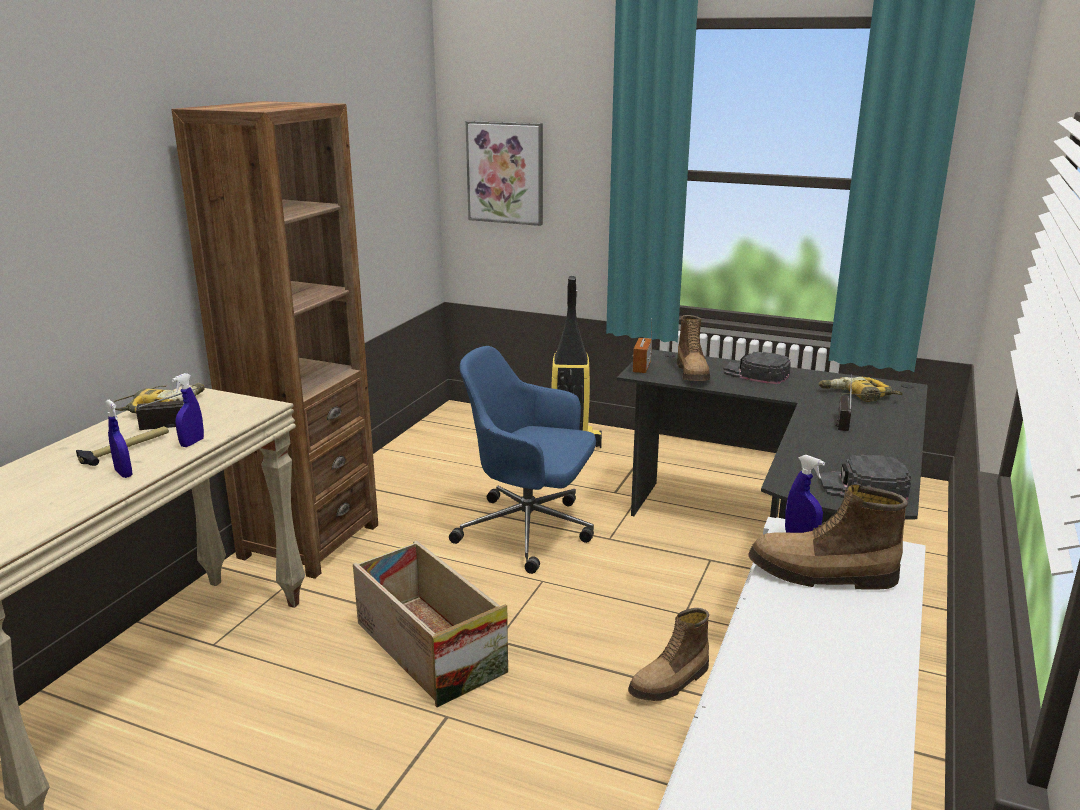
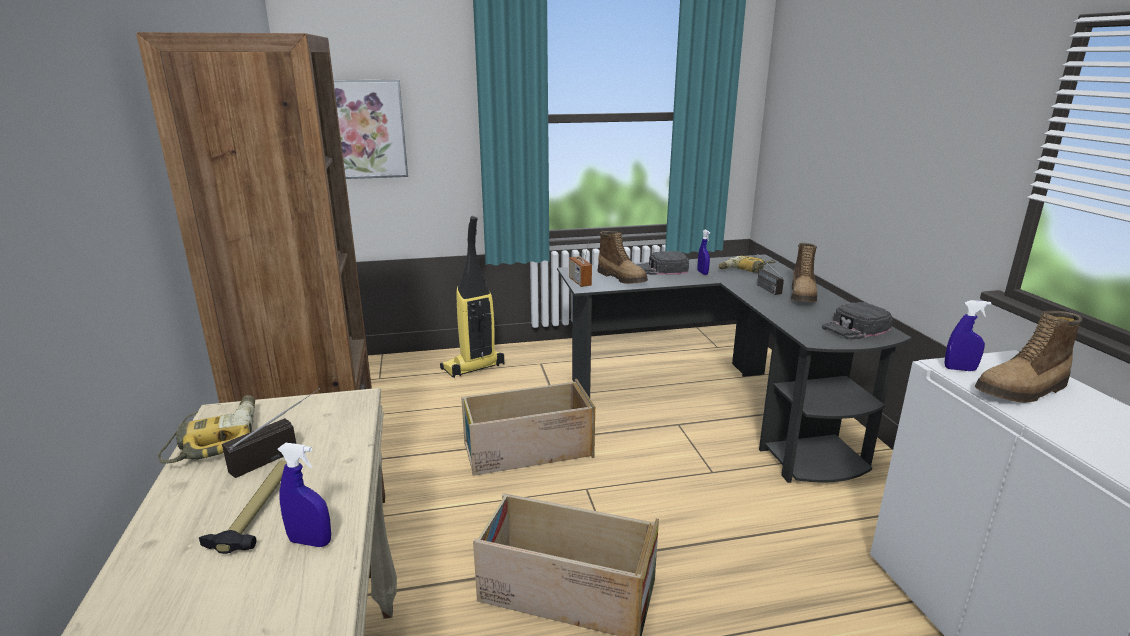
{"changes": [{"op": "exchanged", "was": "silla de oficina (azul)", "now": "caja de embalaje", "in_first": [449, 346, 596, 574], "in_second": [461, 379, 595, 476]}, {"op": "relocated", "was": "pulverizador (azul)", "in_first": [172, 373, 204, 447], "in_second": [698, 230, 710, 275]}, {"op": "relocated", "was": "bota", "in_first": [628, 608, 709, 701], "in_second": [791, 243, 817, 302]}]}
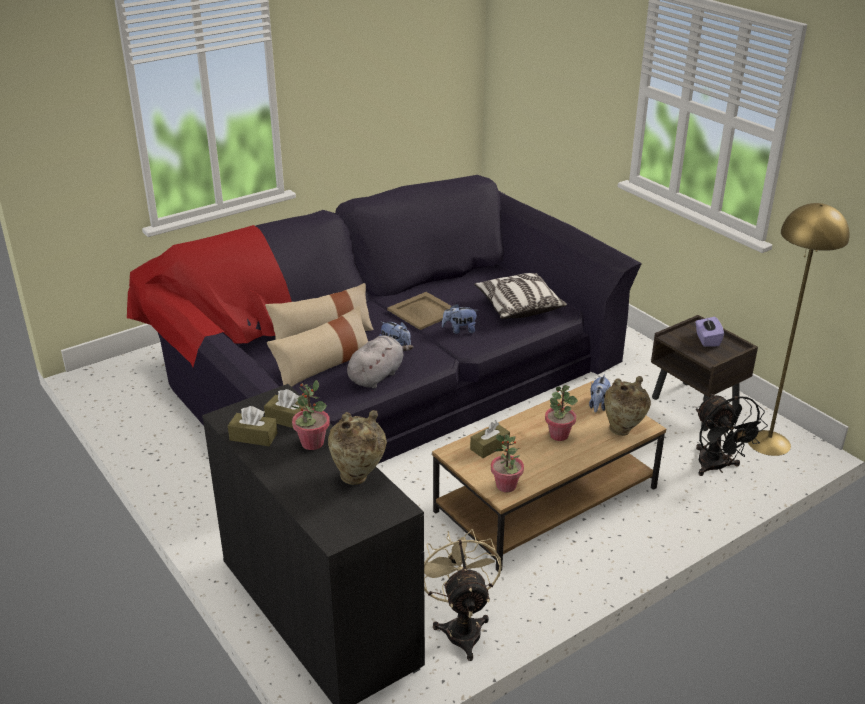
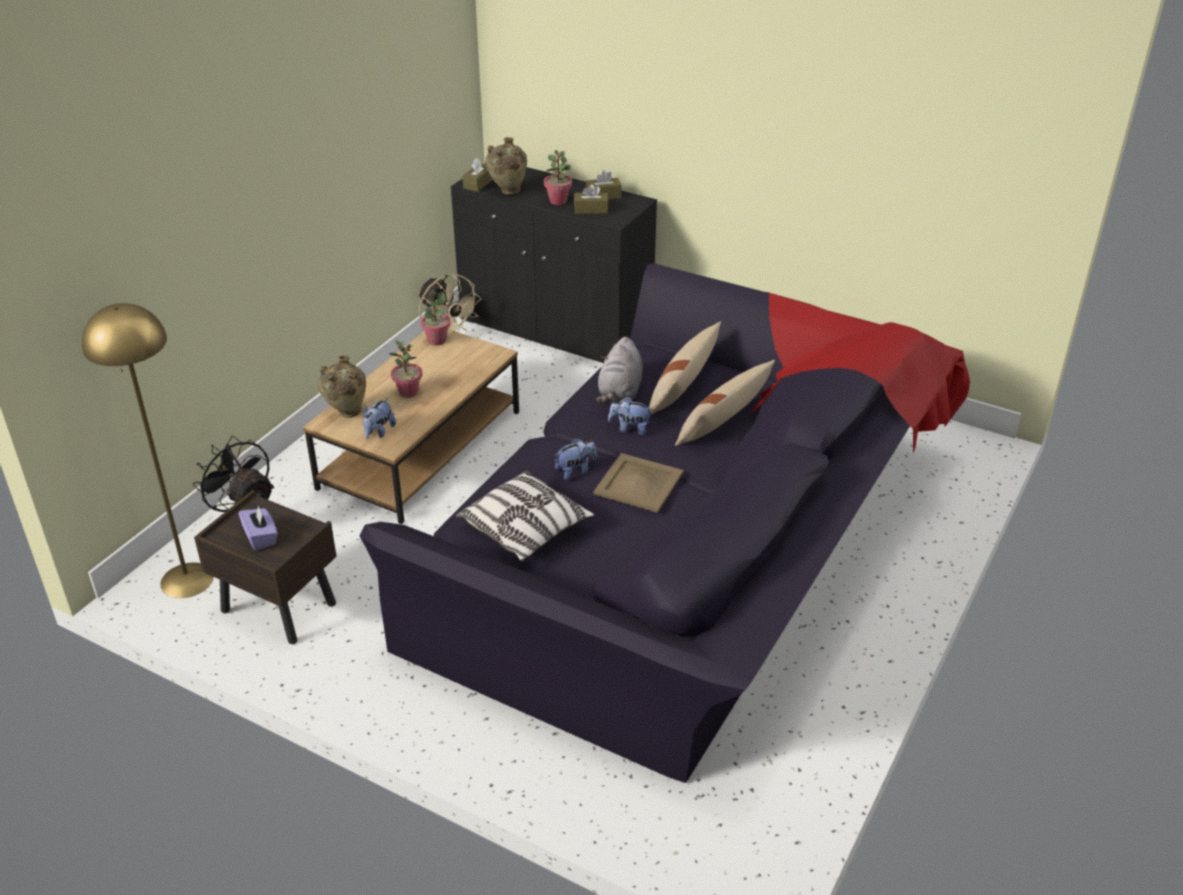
{"changes": [{"op": "spun", "was": "peluche", "in_first": [589, 374, 611, 412], "in_second": [363, 398, 396, 439], "clockwise": -150}, {"op": "relocated", "was": "caja de pañuelos (marrón)", "in_first": [470, 422, 510, 458], "in_second": [462, 158, 493, 192]}]}
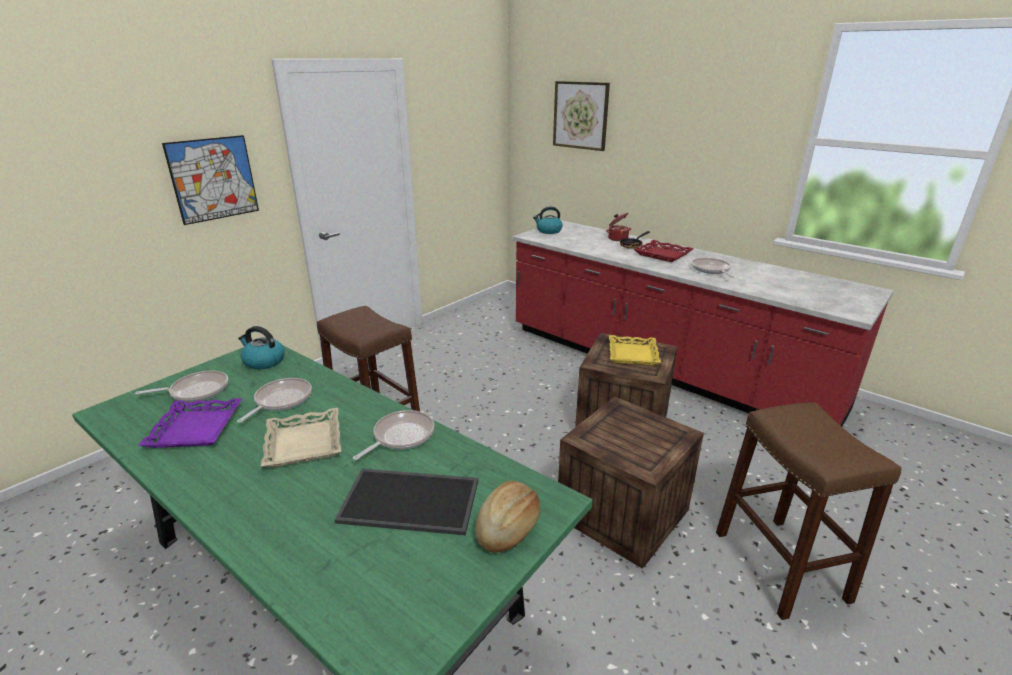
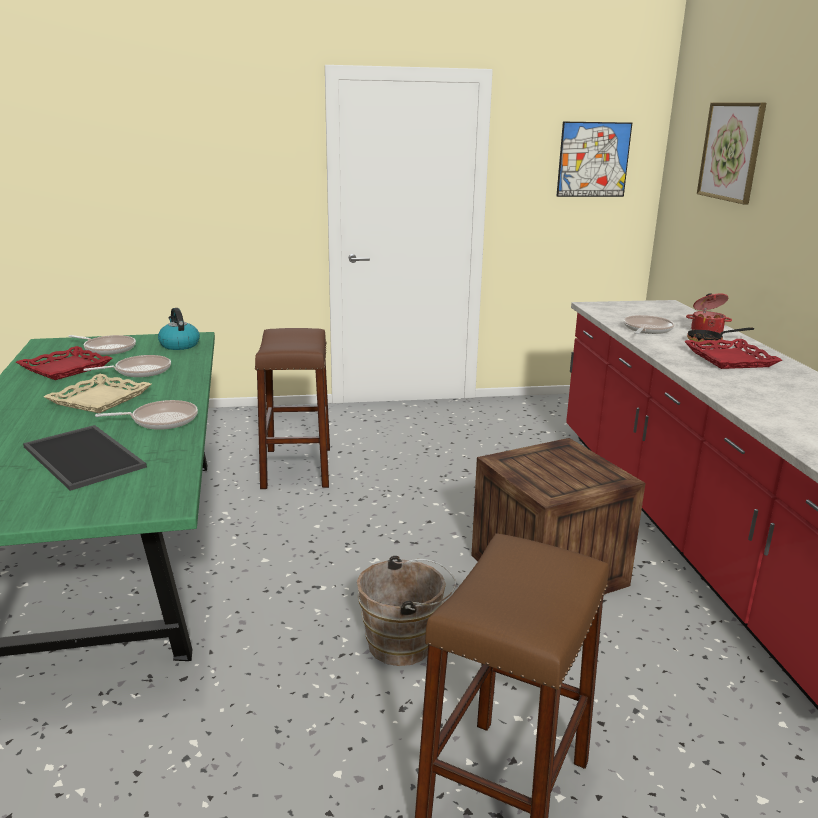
{"changes": [{"op": "relocated", "was": "cuadro", "in_first": [162, 135, 259, 225], "in_second": [556, 122, 632, 197]}, {"op": "missing", "was": "hervidor", "in_first": [533, 206, 563, 234]}, {"op": "relocated", "was": "sartén", "in_first": [692, 258, 734, 278], "in_second": [624, 315, 675, 334]}, {"op": "missing", "was": "bandeja (amarillo)", "in_first": [609, 335, 661, 365]}, {"op": "exchanged", "was": "caja de embalaje", "now": "cubo (marrón)", "in_first": [558, 396, 704, 569], "in_second": [357, 556, 456, 666]}, {"op": "colour", "was": "bandeja (morado)", "now": "bandeja (rojo)", "in_first": [138, 398, 242, 448], "in_second": [16, 346, 112, 380]}, {"op": "missing", "was": "pan", "in_first": [475, 481, 541, 553]}]}
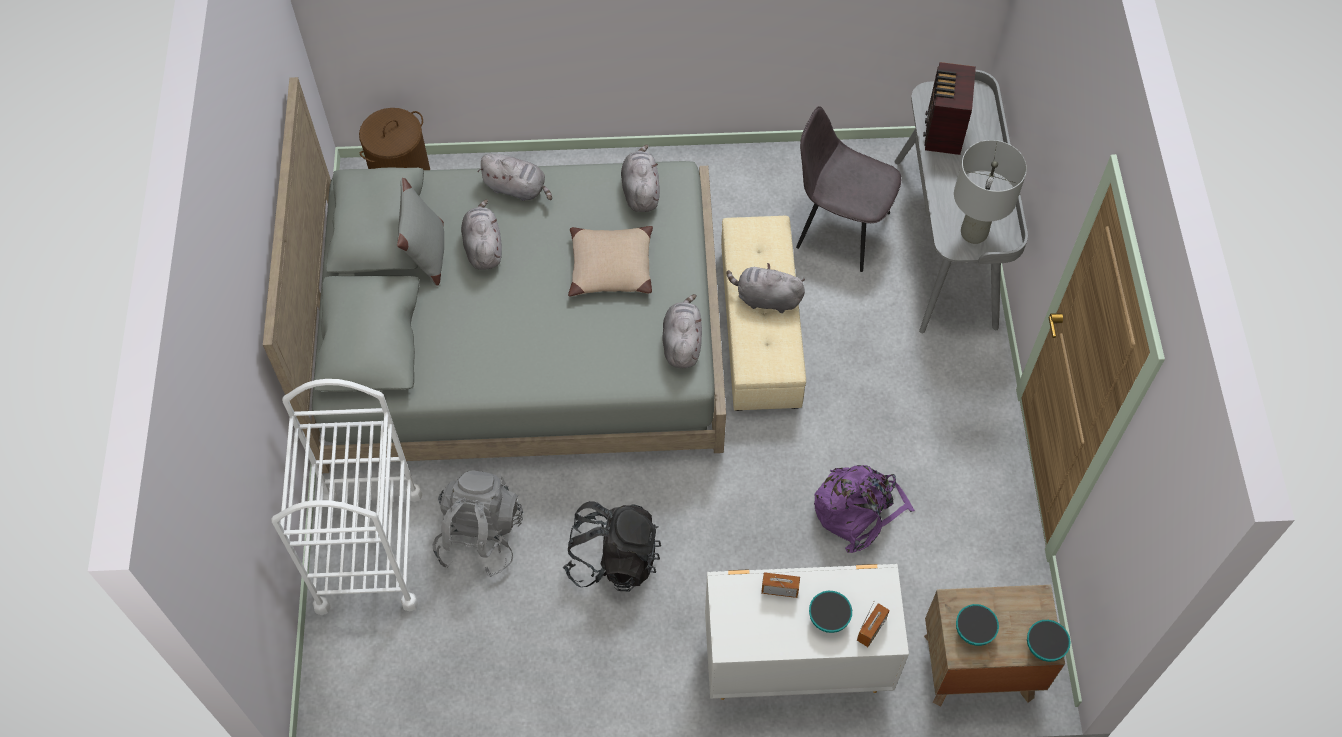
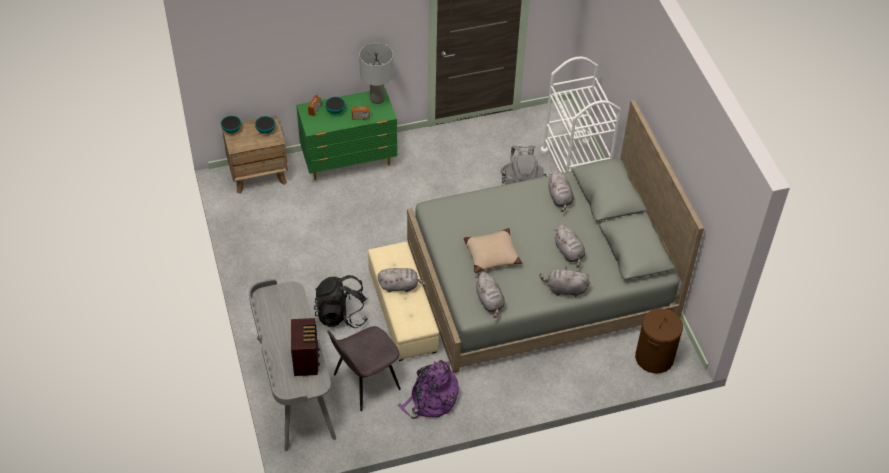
{"changes": [{"op": "spun", "was": "silla (gris)", "in_first": [796, 106, 901, 272], "in_second": [327, 326, 401, 411], "clockwise": 135}, {"op": "relocated", "was": "lámpara de mesa (gris)", "in_first": [954, 140, 1027, 244], "in_second": [359, 43, 394, 104]}, {"op": "missing", "was": "cojín (gris)", "in_first": [397, 178, 444, 286]}, {"op": "relocated", "was": "peluche (gris)", "in_first": [663, 294, 702, 368], "in_second": [548, 170, 573, 212]}, {"op": "relocated", "was": "mochila (morado)", "in_first": [814, 465, 915, 553], "in_second": [398, 360, 459, 419]}, {"op": "relocated", "was": "mochila (negro)", "in_first": [563, 501, 661, 592], "in_second": [314, 275, 368, 328]}, {"op": "colour", "was": "cómoda (blanco)", "now": "cómoda (verde)", "in_first": [705, 564, 909, 700], "in_second": [296, 88, 397, 180]}]}
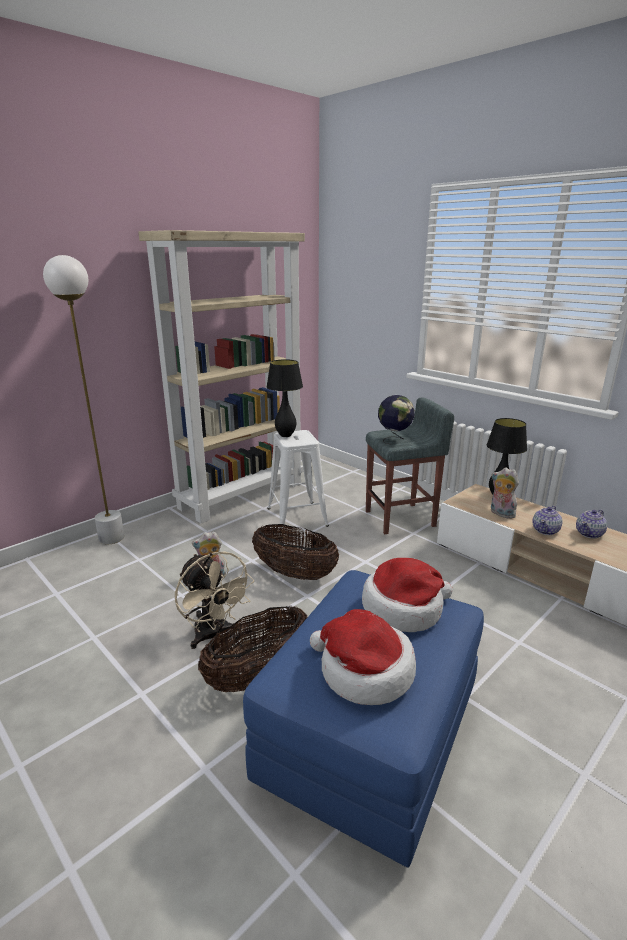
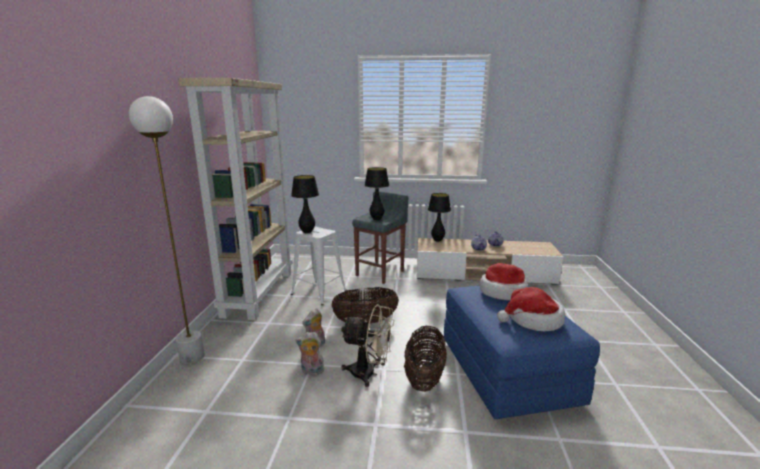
{"changes": [{"op": "exchanged", "was": "globo terráqueo", "now": "lámpara de mesa (negro)", "in_first": [378, 395, 415, 445], "in_second": [365, 167, 389, 220]}, {"op": "relocated", "was": "peluche", "in_first": [491, 467, 519, 519], "in_second": [296, 332, 324, 375]}]}
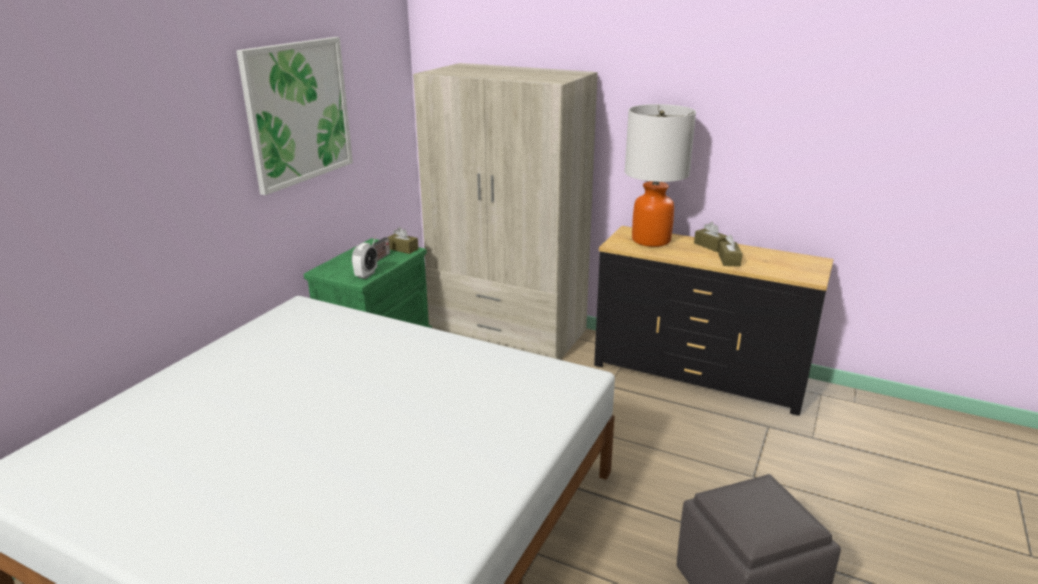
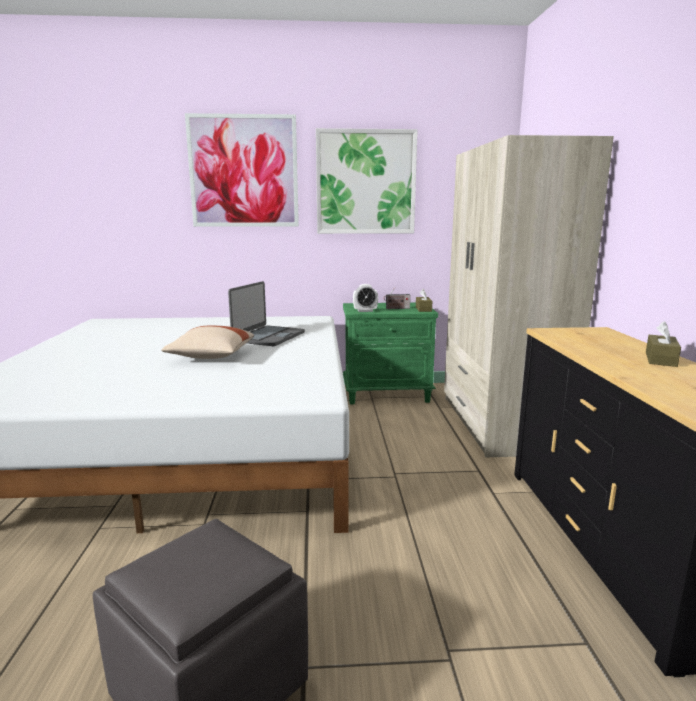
{"changes": [{"op": "missing", "was": "lámpara de mesa", "in_first": [625, 104, 696, 247]}, {"op": "missing", "was": "caja de pañuelos (marrón)", "in_first": [718, 235, 742, 267]}, {"op": "appeared", "now": "cuadro", "in_second": [185, 113, 299, 227]}, {"op": "appeared", "now": "portátil", "in_second": [228, 281, 305, 346]}, {"op": "appeared", "now": "cojín (beis)", "in_second": [161, 326, 254, 359]}]}
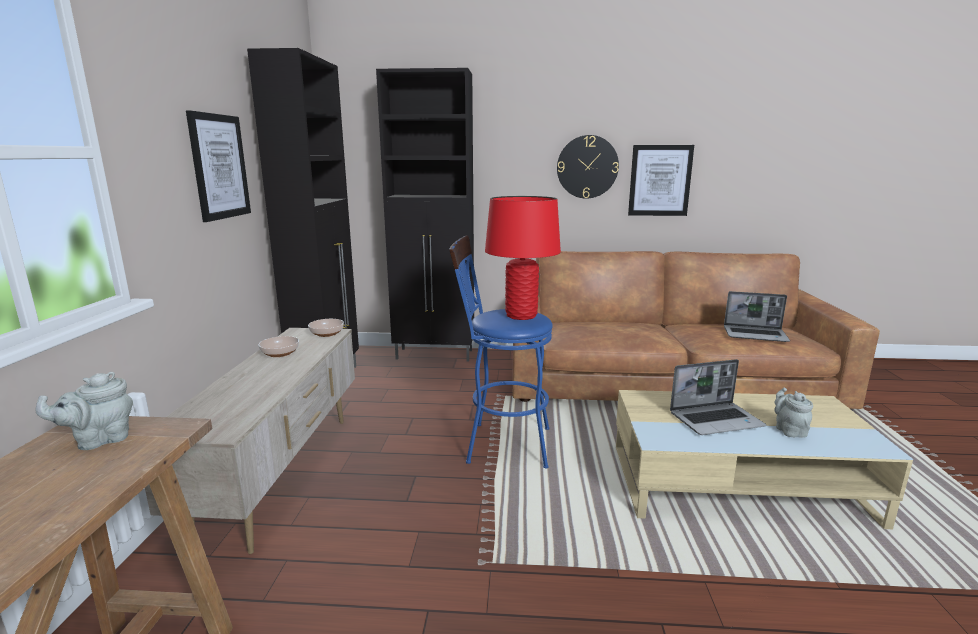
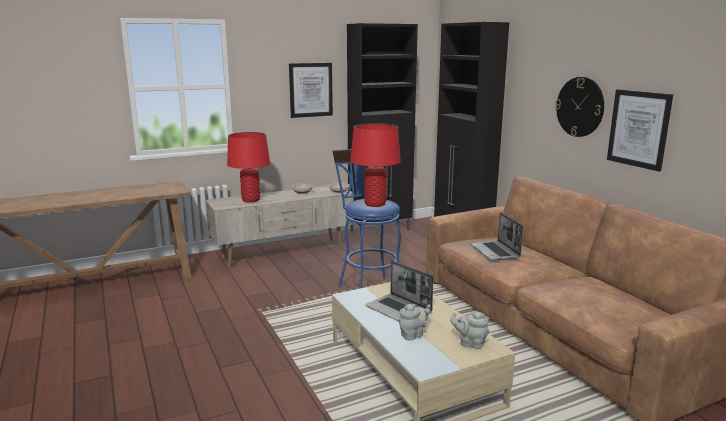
{"changes": [{"op": "relocated", "was": "portátil", "in_first": [724, 291, 790, 342], "in_second": [470, 212, 523, 261]}, {"op": "relocated", "was": "tetera (gris)", "in_first": [36, 372, 133, 450], "in_second": [450, 312, 489, 349]}, {"op": "appeared", "now": "lámpara de mesa (rojo)", "in_second": [227, 132, 270, 203]}]}
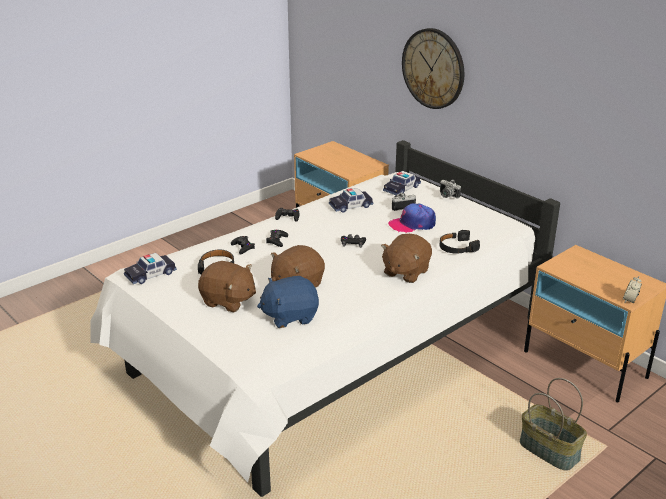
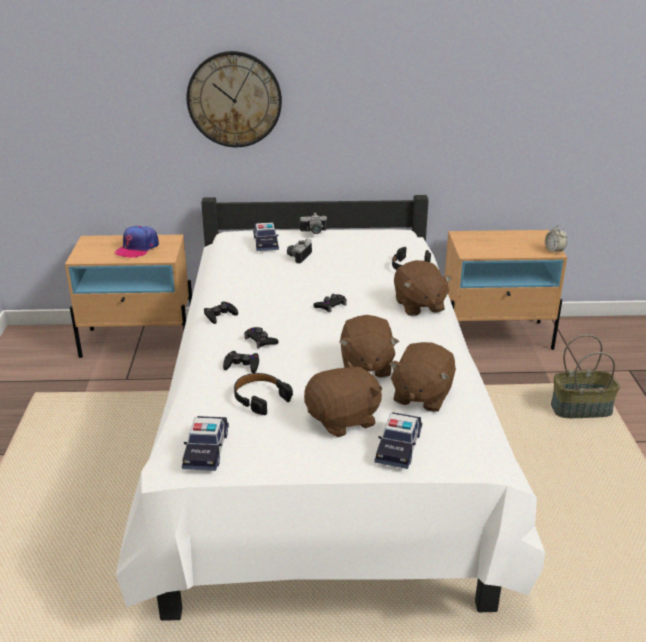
{"changes": [{"op": "relocated", "was": "coche de juguete", "in_first": [329, 188, 373, 213], "in_second": [374, 412, 422, 469]}, {"op": "relocated", "was": "gorra", "in_first": [388, 203, 436, 233], "in_second": [115, 226, 159, 258]}, {"op": "colour", "was": "peluche (azul)", "now": "peluche (marrón)", "in_first": [257, 276, 319, 328], "in_second": [389, 342, 456, 412]}]}
